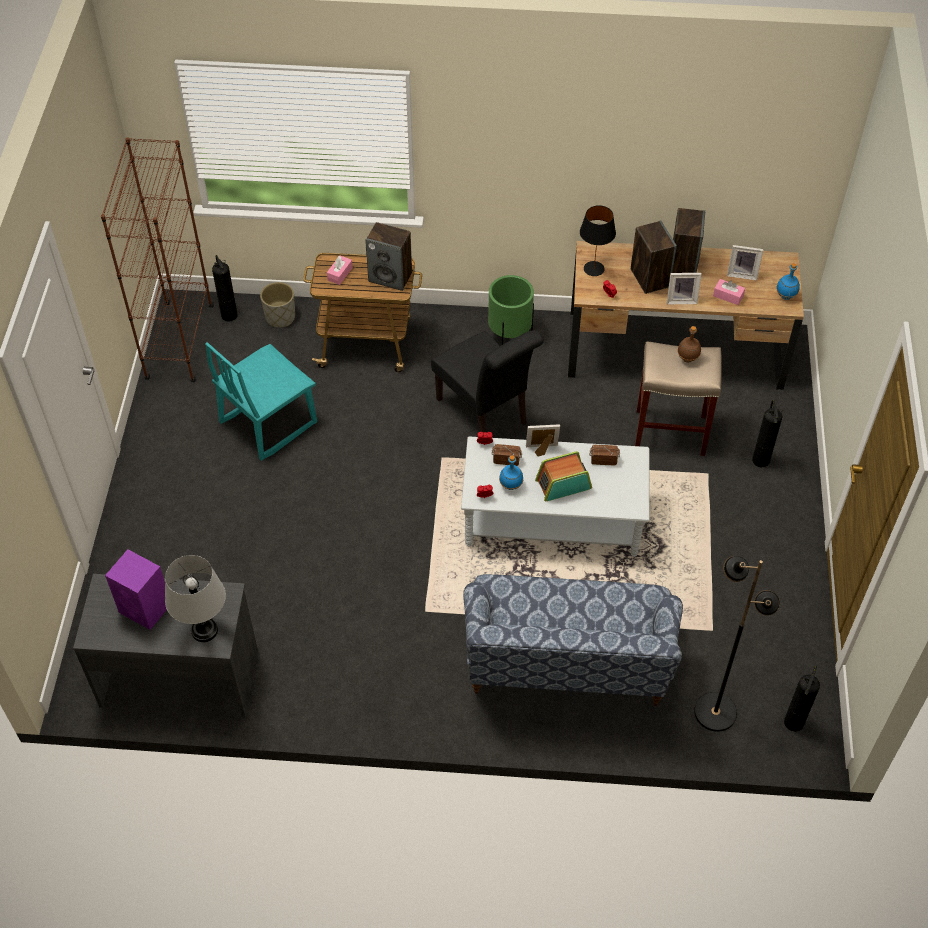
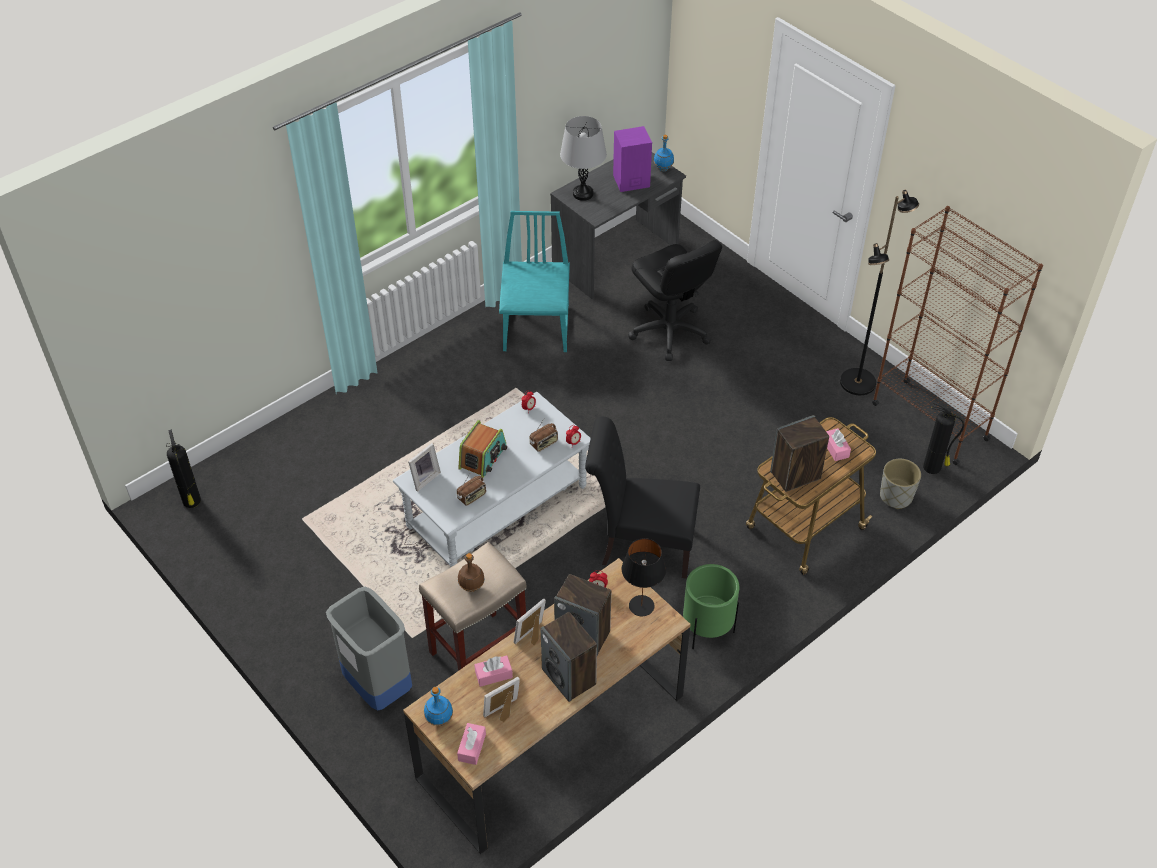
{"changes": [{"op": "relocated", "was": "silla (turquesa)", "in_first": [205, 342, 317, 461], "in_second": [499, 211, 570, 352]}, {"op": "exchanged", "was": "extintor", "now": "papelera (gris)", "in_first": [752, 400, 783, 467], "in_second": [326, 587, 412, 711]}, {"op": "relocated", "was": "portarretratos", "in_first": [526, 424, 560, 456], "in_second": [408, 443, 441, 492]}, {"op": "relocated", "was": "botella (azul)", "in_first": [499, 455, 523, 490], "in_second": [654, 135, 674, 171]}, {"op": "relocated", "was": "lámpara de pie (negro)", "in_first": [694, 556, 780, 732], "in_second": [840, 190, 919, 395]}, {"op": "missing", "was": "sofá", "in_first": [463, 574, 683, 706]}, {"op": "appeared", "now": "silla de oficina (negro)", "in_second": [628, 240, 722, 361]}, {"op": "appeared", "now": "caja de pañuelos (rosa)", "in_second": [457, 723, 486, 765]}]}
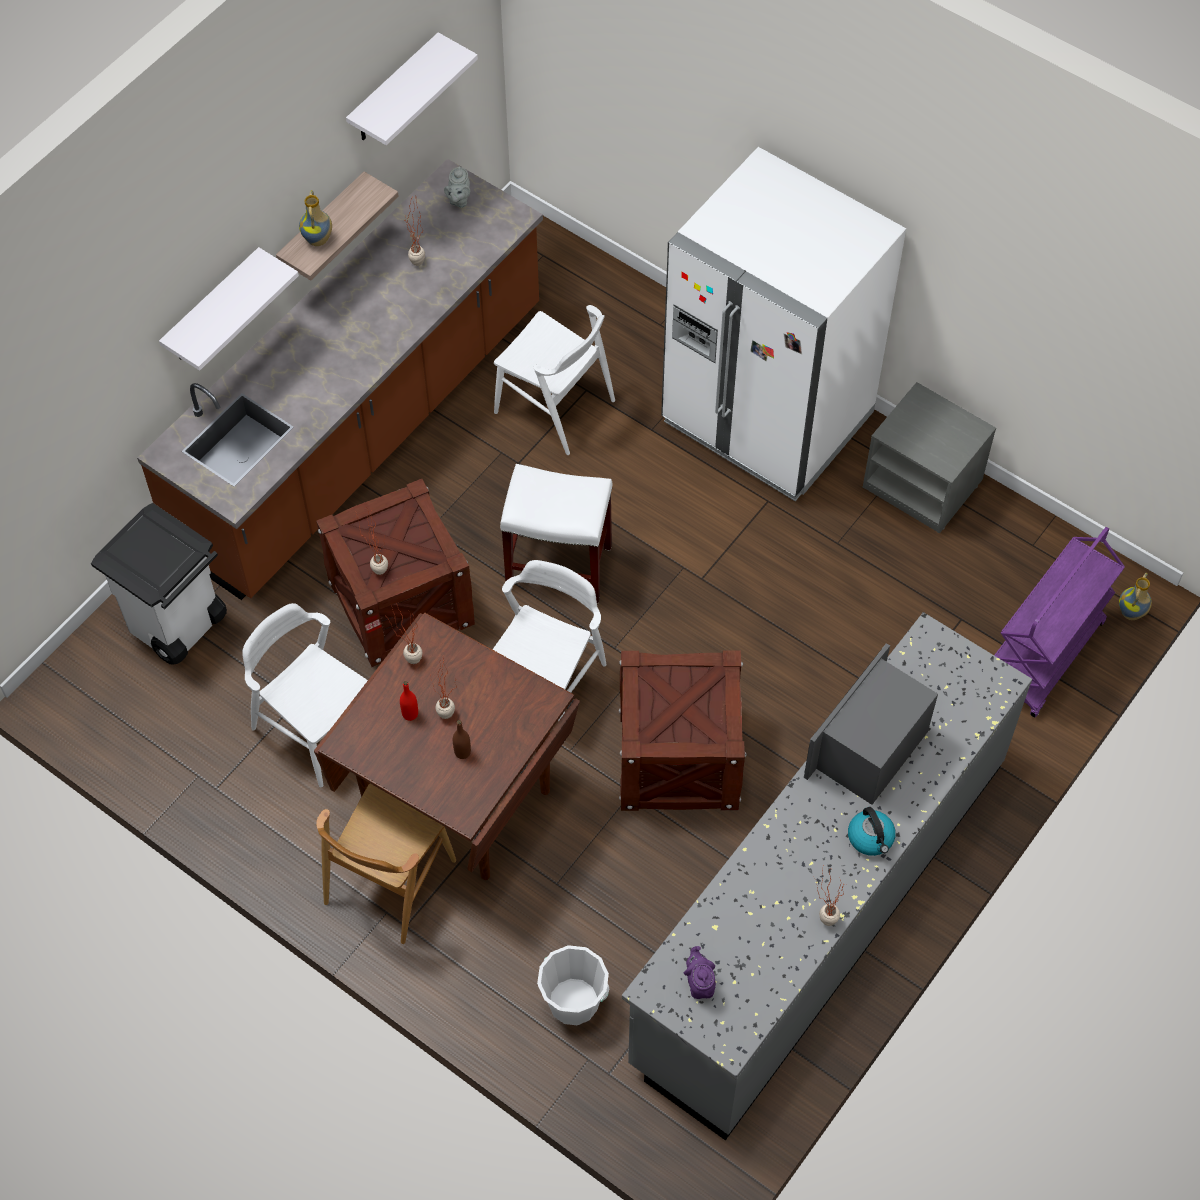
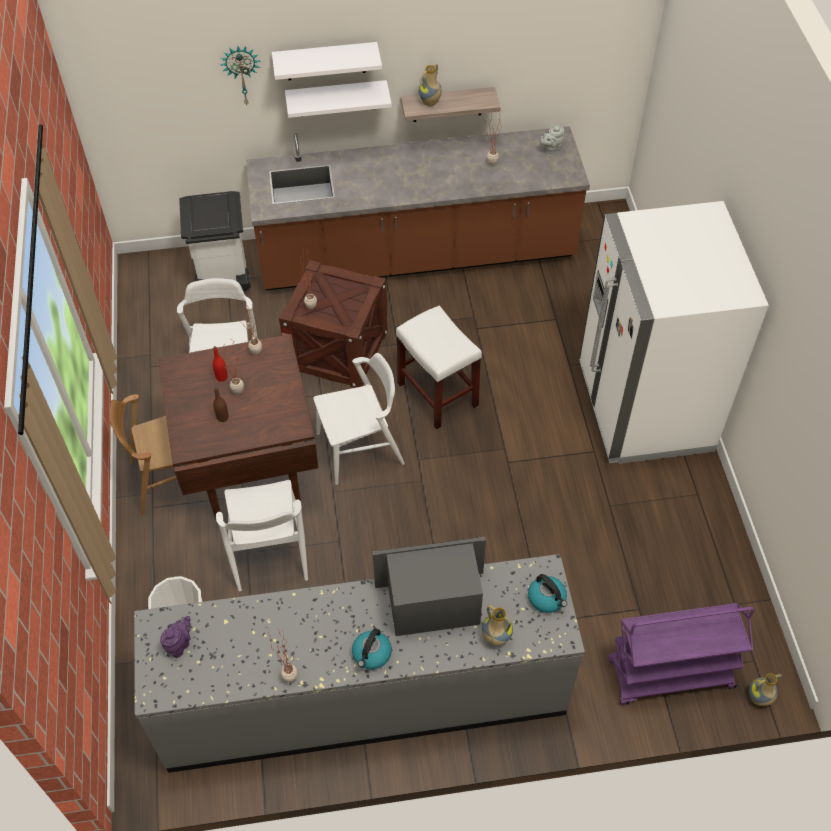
{"changes": [{"op": "relocated", "was": "estante (blanco)", "in_first": [346, 32, 478, 145], "in_second": [272, 42, 382, 80]}, {"op": "relocated", "was": "silla (blanco)", "in_first": [494, 305, 615, 455], "in_second": [216, 480, 308, 592]}, {"op": "missing", "was": "mesita de noche (gris)", "in_first": [863, 382, 996, 534]}, {"op": "missing", "was": "caja de embalaje", "in_first": [619, 650, 747, 811]}, {"op": "appeared", "now": "reloj de pared", "in_second": [220, 46, 260, 105]}, {"op": "appeared", "now": "hervidor", "in_second": [528, 574, 567, 613]}, {"op": "appeared", "now": "florero", "in_second": [482, 605, 513, 646]}]}
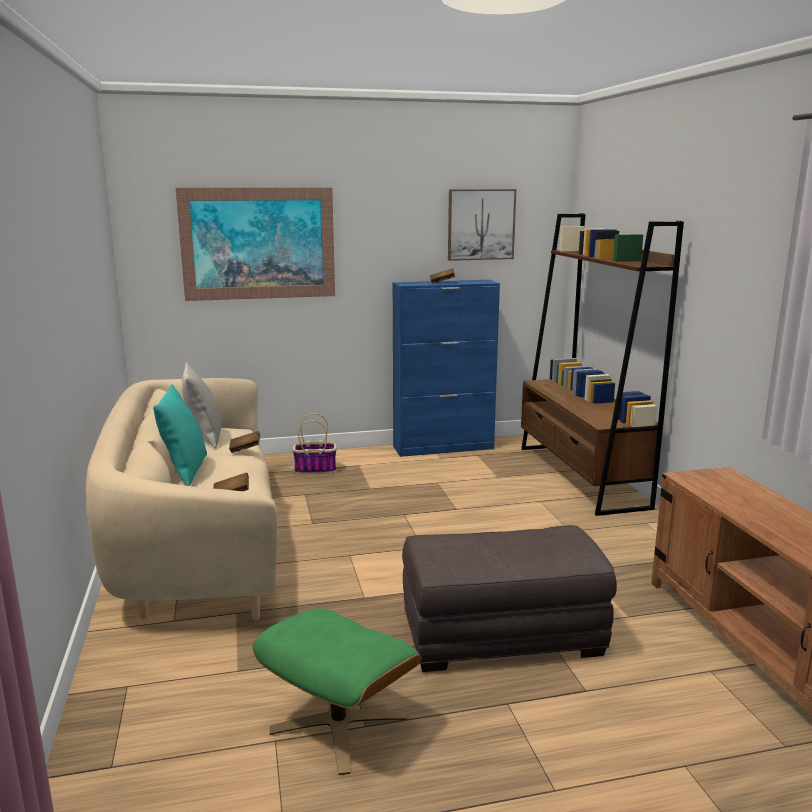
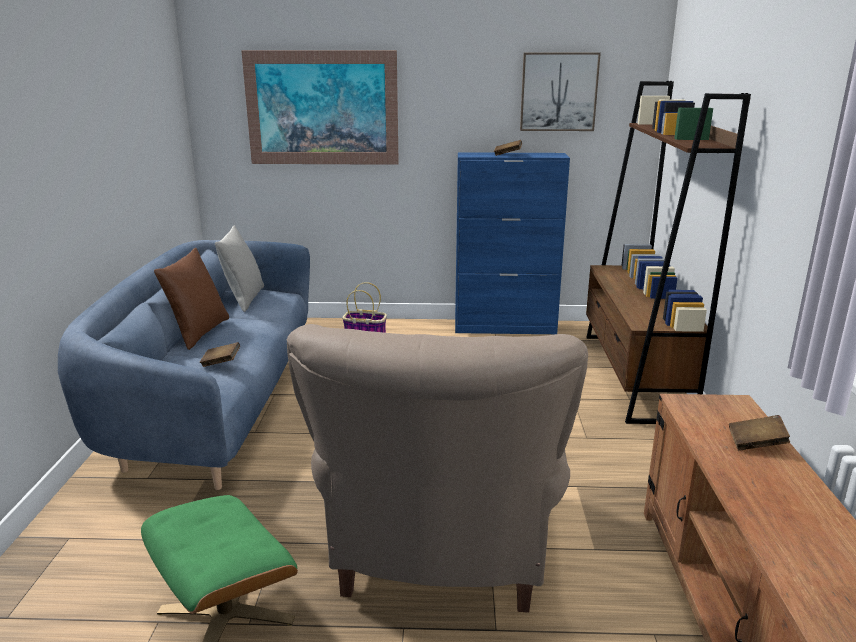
{"changes": [{"op": "colour", "was": "sofá (beis)", "now": "sofá (azul)", "in_first": [86, 378, 278, 621], "in_second": [58, 240, 310, 490]}, {"op": "colour", "was": "cojín (turquesa)", "now": "cojín (marrón)", "in_first": [153, 384, 207, 486], "in_second": [154, 248, 229, 350]}, {"op": "relocated", "was": "libro (marrón)", "in_first": [229, 431, 260, 453], "in_second": [729, 415, 790, 451]}, {"op": "exchanged", "was": "puf (gris)", "now": "sillón (beis)", "in_first": [402, 525, 617, 672], "in_second": [287, 324, 588, 613]}]}
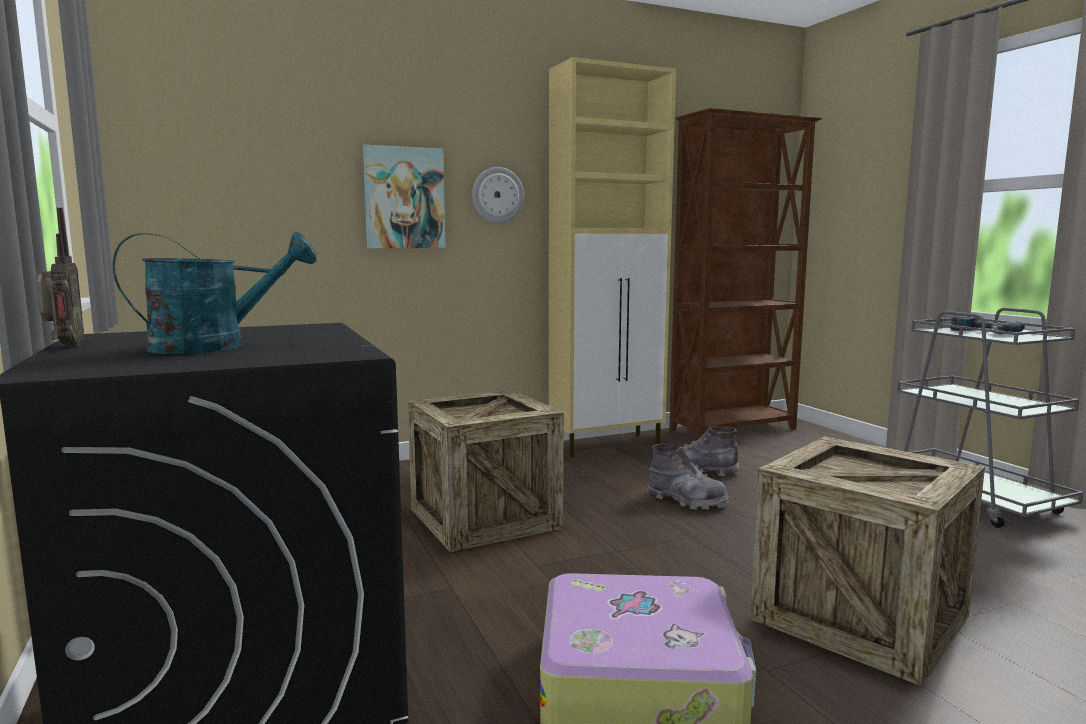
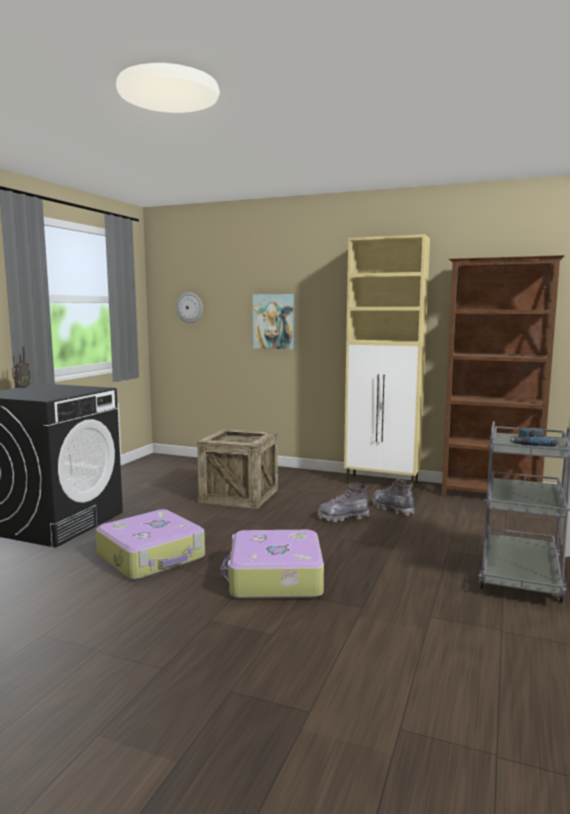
{"changes": [{"op": "relocated", "was": "reloj de pared", "in_first": [472, 167, 524, 223], "in_second": [176, 293, 203, 323]}, {"op": "missing", "was": "regadera (turquesa)", "in_first": [113, 232, 317, 354]}, {"op": "exchanged", "was": "caja de embalaje", "now": "maleta", "in_first": [750, 436, 985, 686], "in_second": [221, 530, 324, 599]}, {"op": "spun", "was": "bota (gris)", "in_first": [647, 444, 729, 510], "in_second": [318, 484, 369, 522], "clockwise": 90}]}
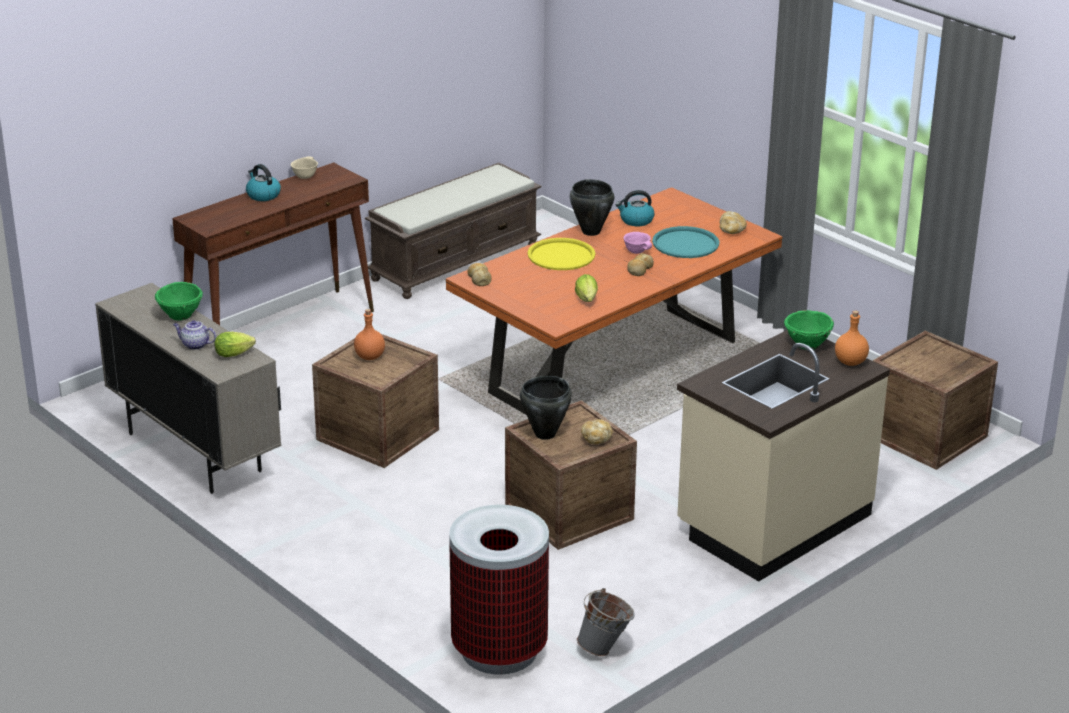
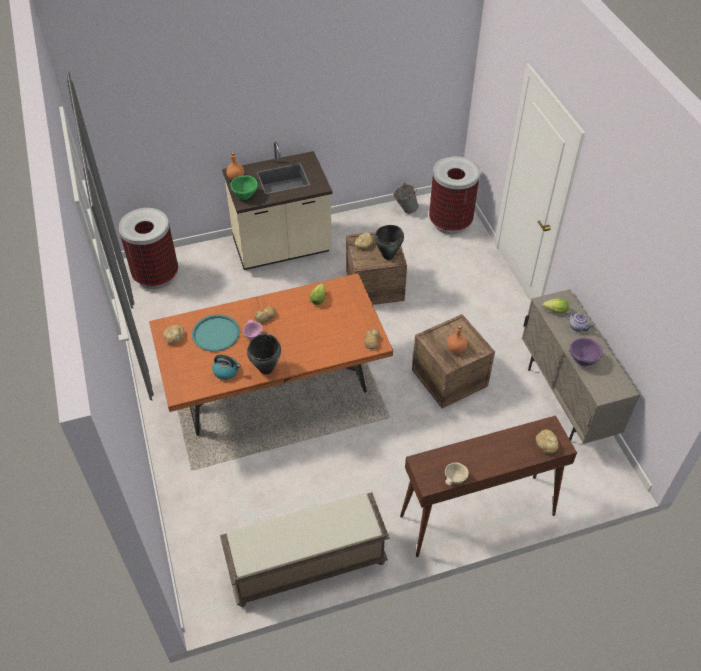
{"changes": [{"op": "missing", "was": "hervidor", "in_first": [246, 164, 281, 201]}, {"op": "missing", "was": "bandeja (amarillo)", "in_first": [528, 238, 595, 270]}, {"op": "colour", "was": "cuenco (verde)", "now": "cuenco (morado)", "in_first": [155, 282, 203, 320], "in_second": [569, 338, 603, 366]}, {"op": "exchanged", "was": "caja de embalaje", "now": "papelera", "in_first": [873, 331, 998, 470], "in_second": [118, 208, 178, 289]}, {"op": "appeared", "now": "pan", "in_second": [536, 430, 559, 454]}]}
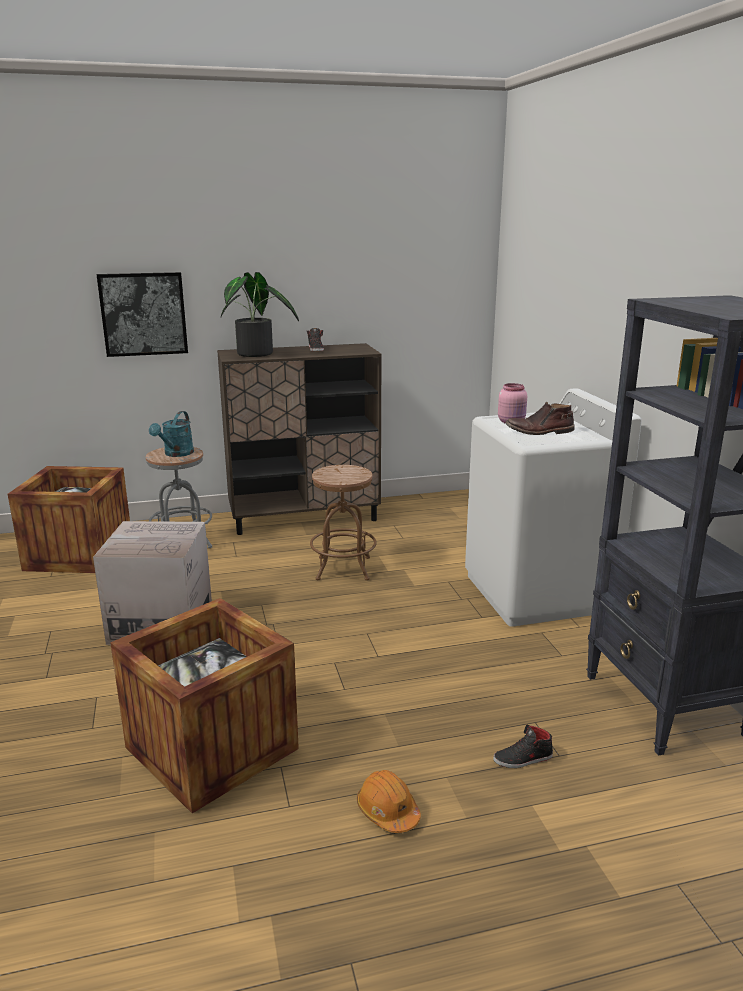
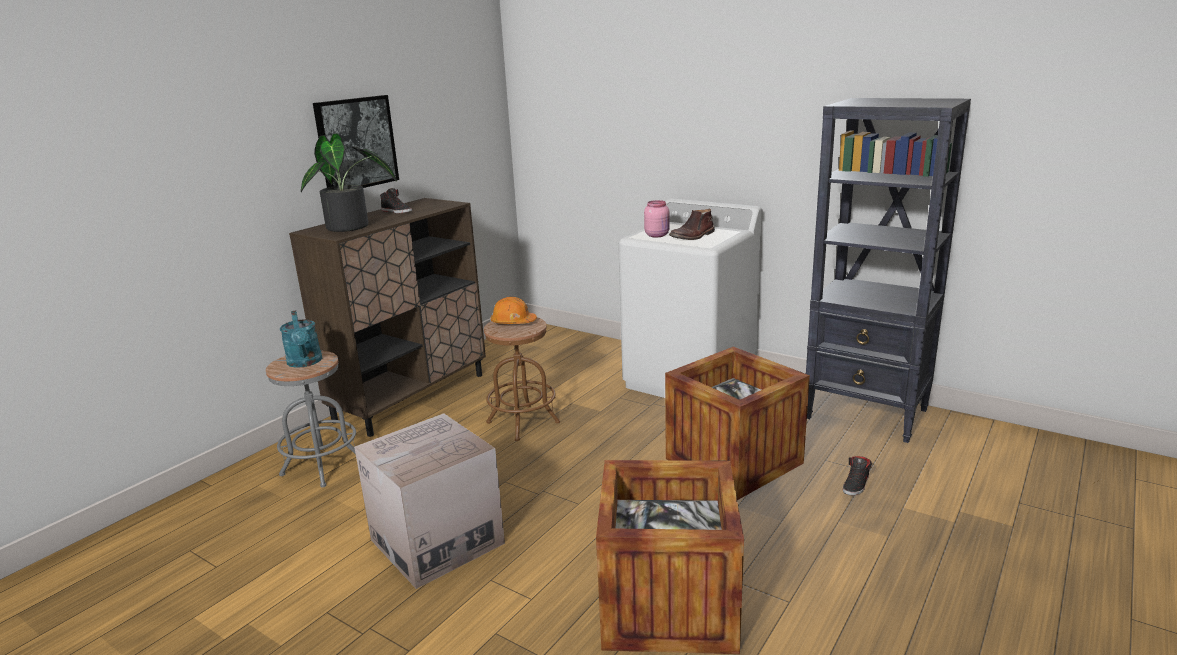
{"changes": [{"op": "relocated", "was": "cuadro", "in_first": [97, 272, 188, 357], "in_second": [313, 95, 399, 188]}, {"op": "relocated", "was": "caja de embalaje", "in_first": [8, 466, 130, 573], "in_second": [665, 347, 810, 500]}, {"op": "relocated", "was": "casco (naranja)", "in_first": [357, 770, 421, 833], "in_second": [490, 297, 537, 324]}]}
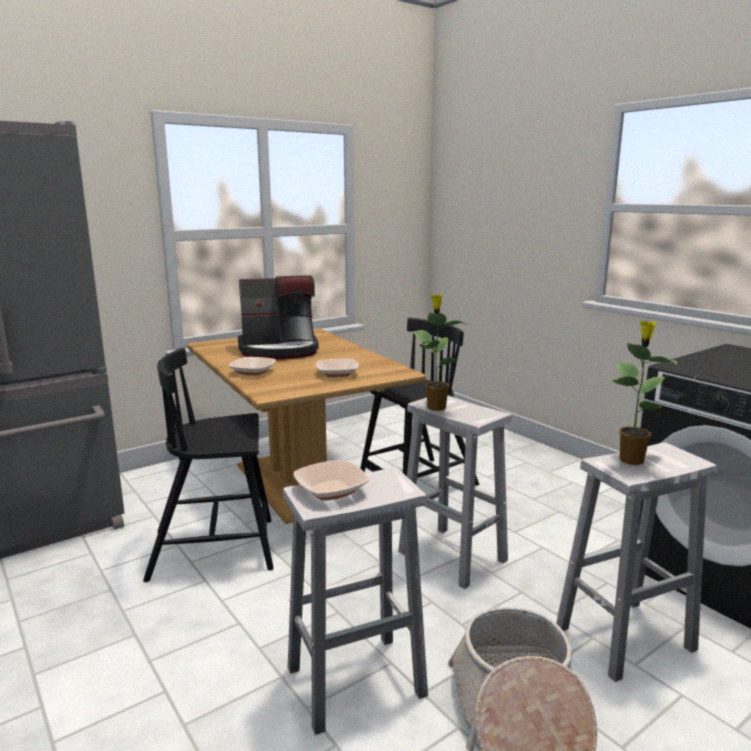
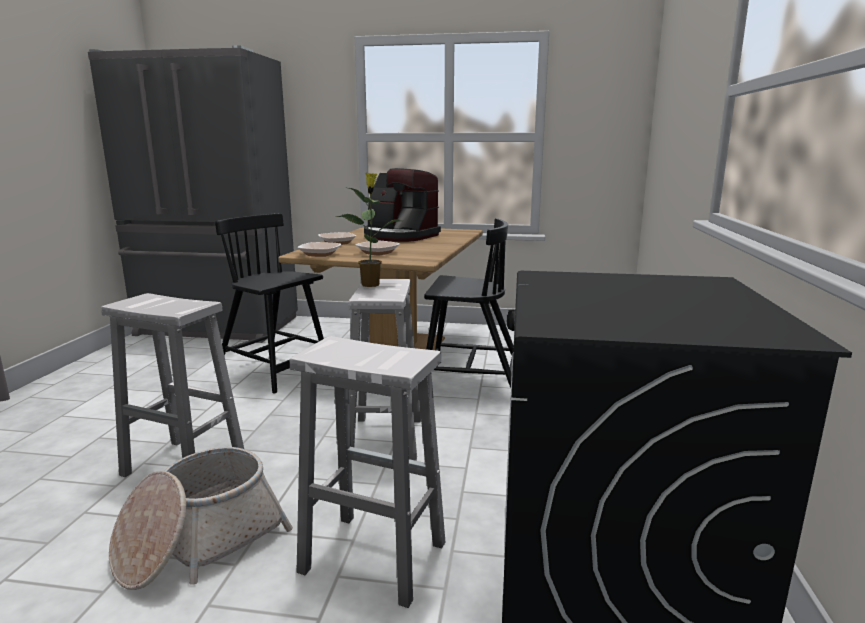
{"changes": [{"op": "missing", "was": "planta en maceta", "in_first": [610, 321, 678, 465]}, {"op": "relocated", "was": "cuenco", "in_first": [294, 460, 369, 501], "in_second": [298, 242, 341, 257]}]}
